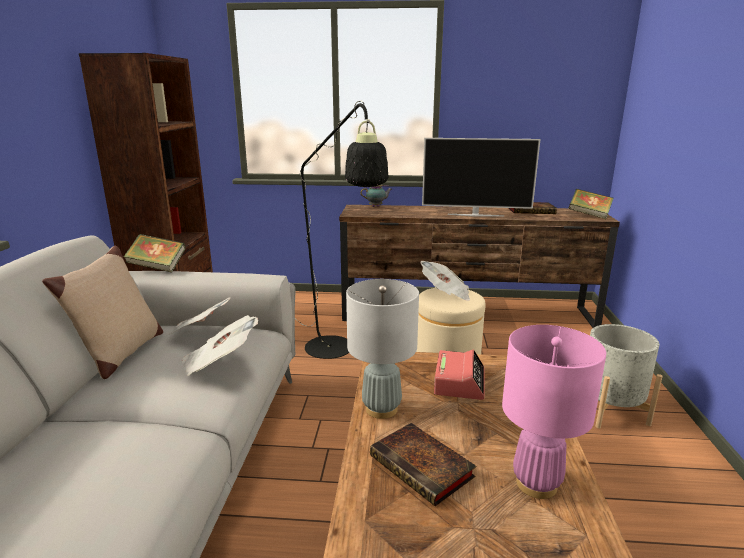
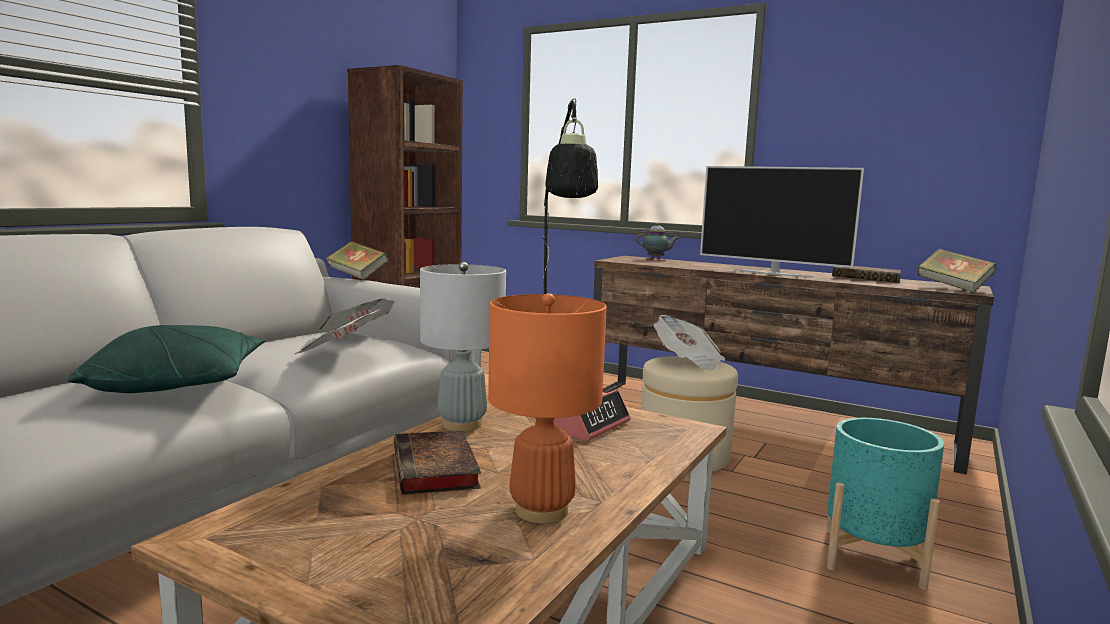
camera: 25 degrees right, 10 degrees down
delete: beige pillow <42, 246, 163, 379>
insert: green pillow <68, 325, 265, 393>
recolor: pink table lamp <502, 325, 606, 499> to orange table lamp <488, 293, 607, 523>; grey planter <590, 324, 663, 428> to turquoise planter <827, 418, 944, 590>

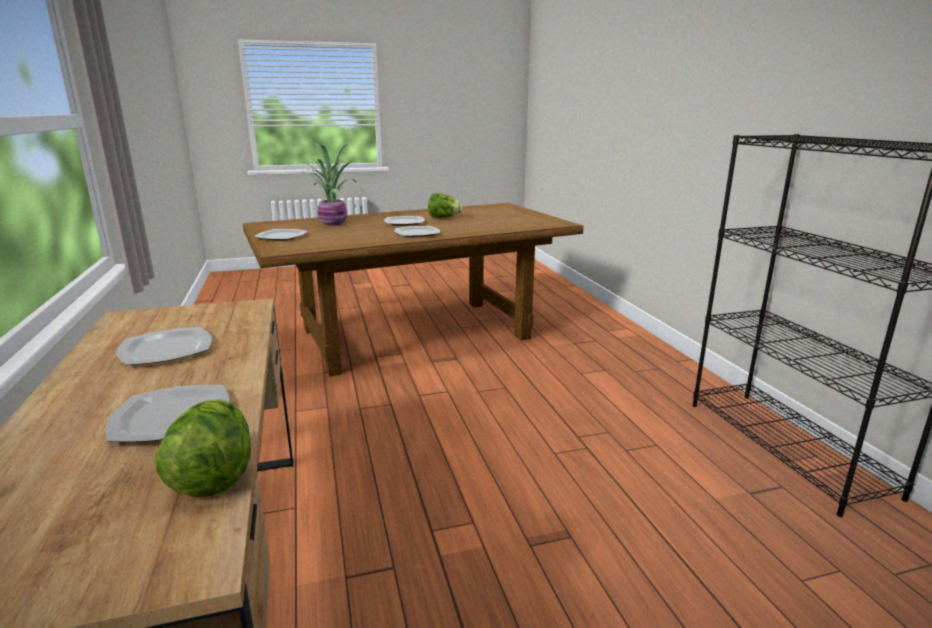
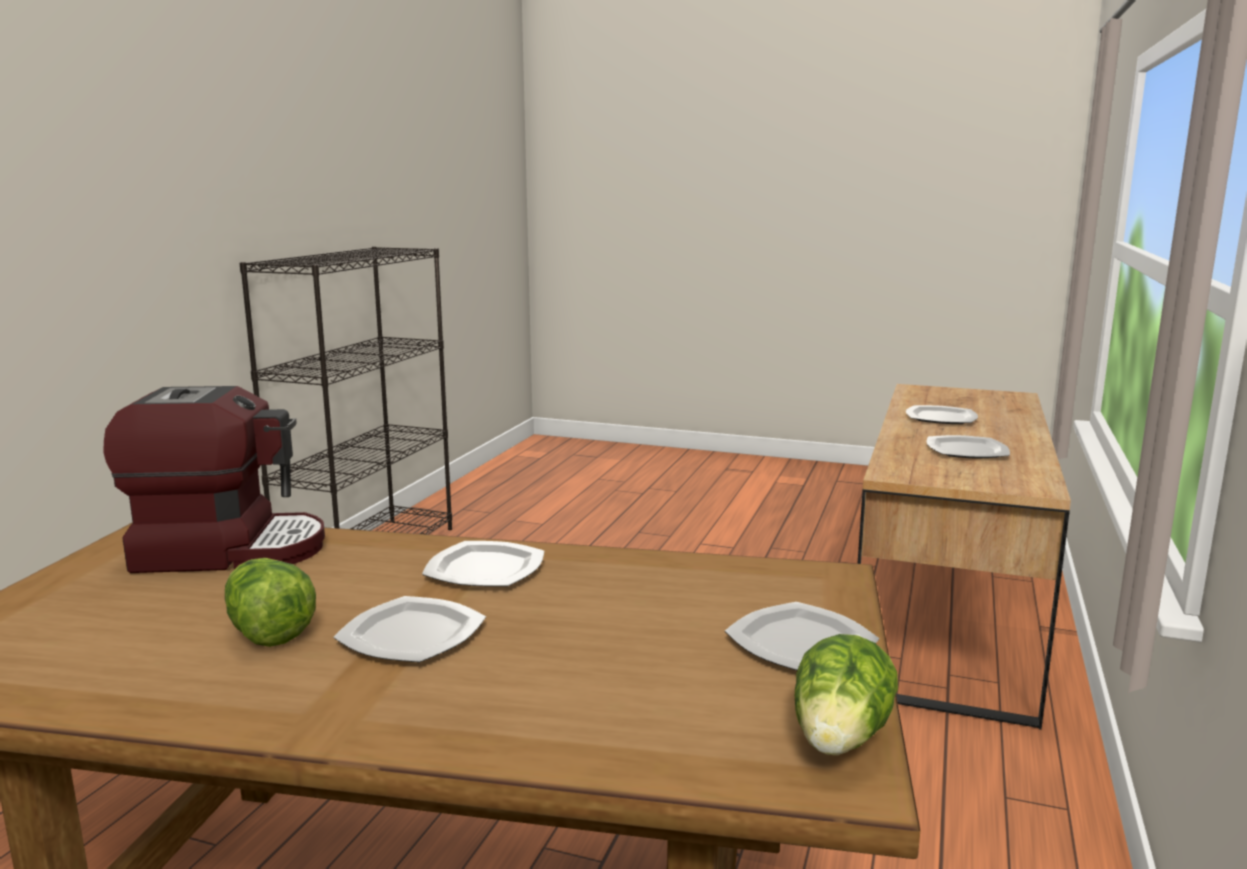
camera: 145 degrees left, 5 degrees down
delete: potted plant <287, 143, 373, 225>
insert: coffee machine <103, 386, 325, 573>
move: lettuce <155, 400, 251, 497> to <795, 634, 898, 755>

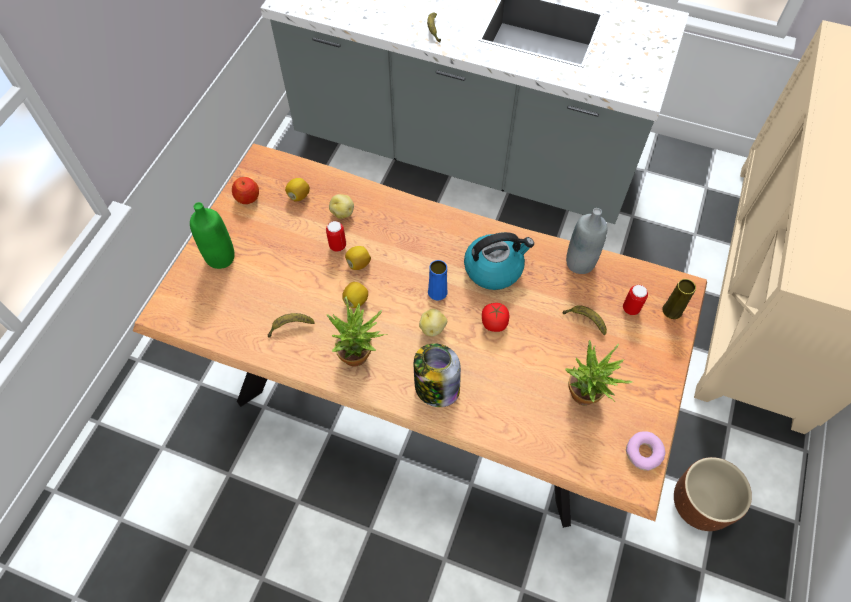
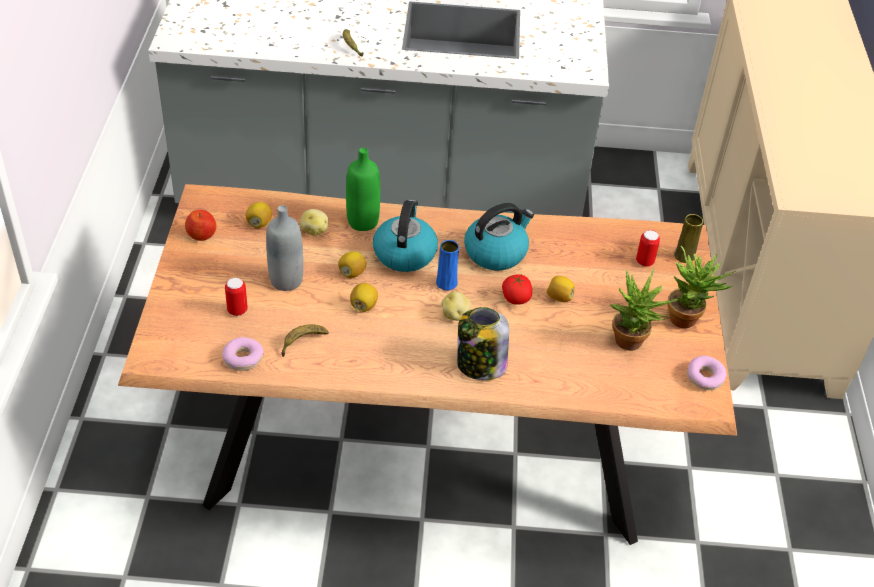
camera: 20 degrees left, 15 degrees down
delete: banana <562, 305, 607, 335>; brown planter <674, 457, 752, 531>
insert: donut <222, 337, 264, 371>; kettle <373, 200, 438, 272>; lemon <547, 276, 575, 302>
move: green bottle <190, 202, 235, 269> to <346, 148, 380, 231>; can <326, 221, 346, 252> to <225, 278, 248, 316>; potted plant <326, 296, 388, 367> to <667, 246, 736, 328>; grey bottle <566, 208, 607, 274> to <266, 205, 303, 291>

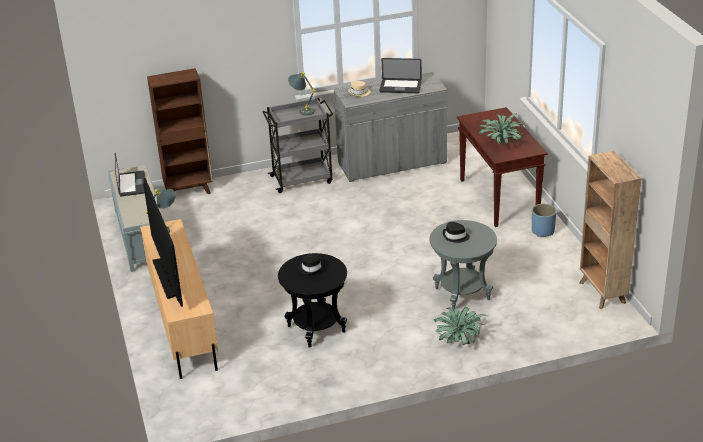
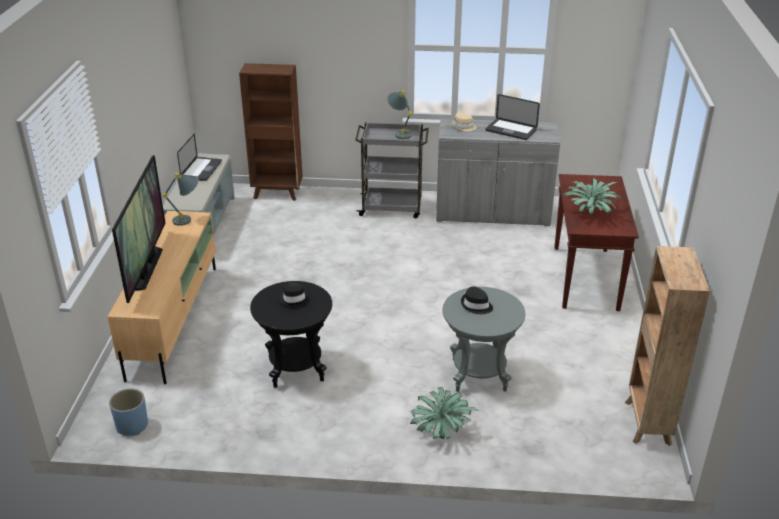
camera: 20 degrees right, 0 degrees up
move: blue planter <532, 204, 557, 237> to <109, 388, 148, 436>

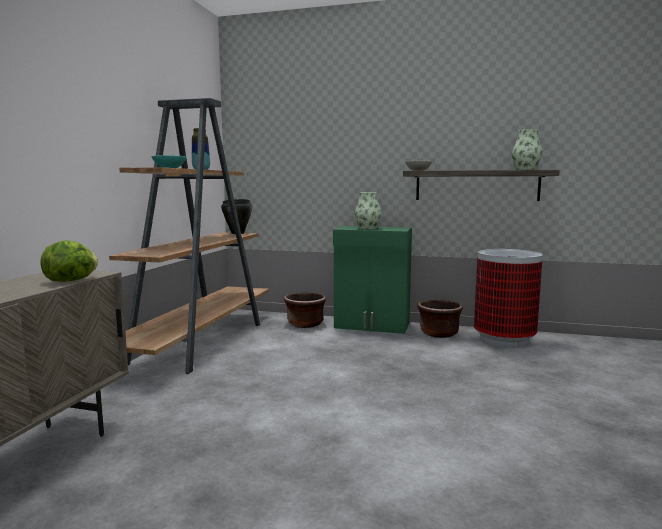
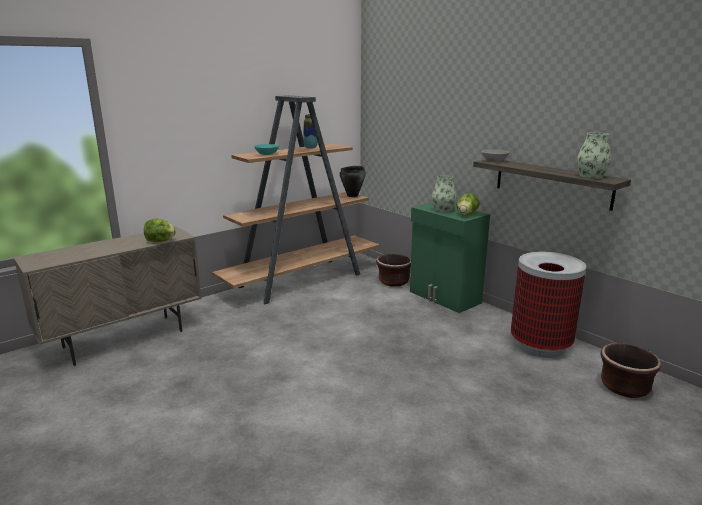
camera: 35 degrees right, 10 degrees up
insert: lettuce <457, 193, 480, 215>
move: brown planter <417, 300, 463, 338> to <600, 343, 661, 398>

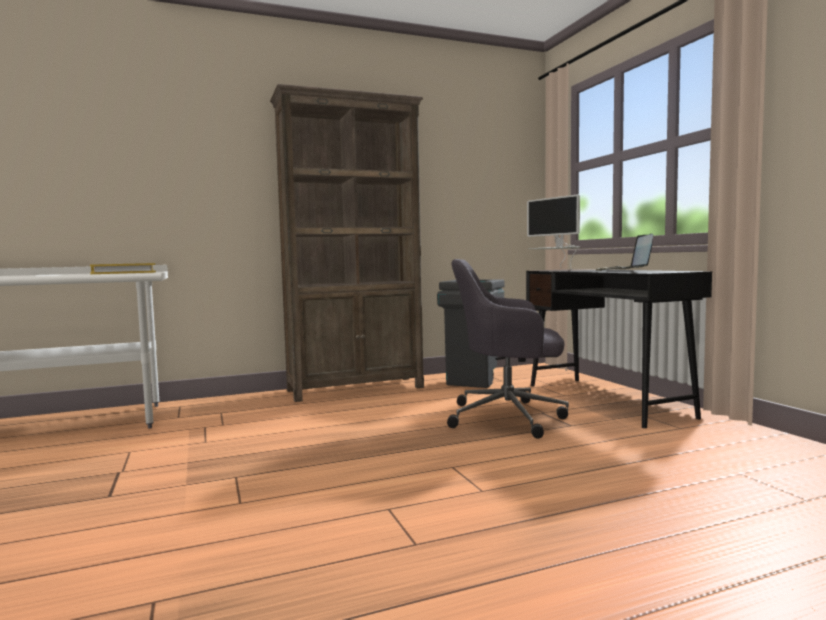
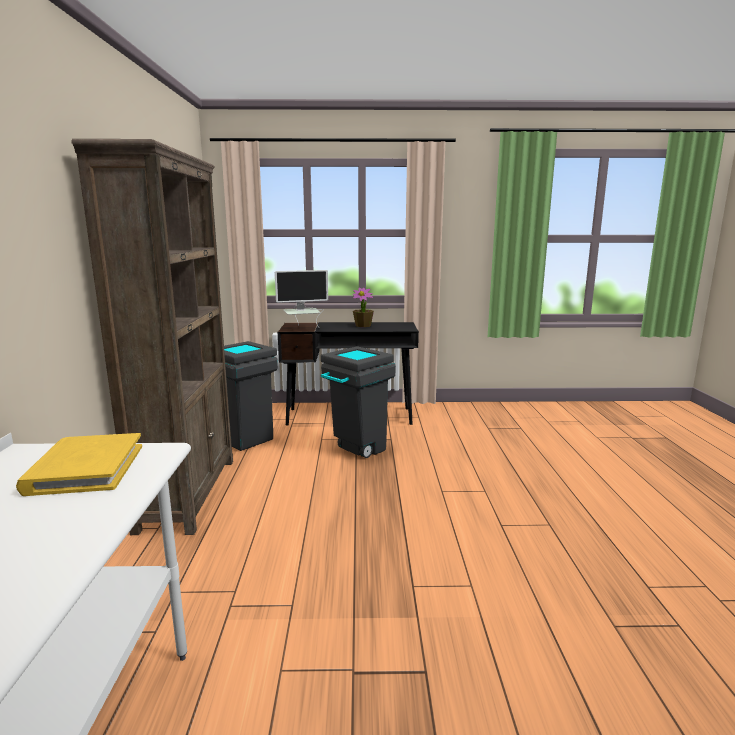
camera: 70 degrees left, 10 degrees up
replace: grey office chair <447, 259, 569, 439> to grey trash can <321, 346, 396, 458>; laptop <595, 234, 653, 271> to potted plant <353, 287, 374, 327>

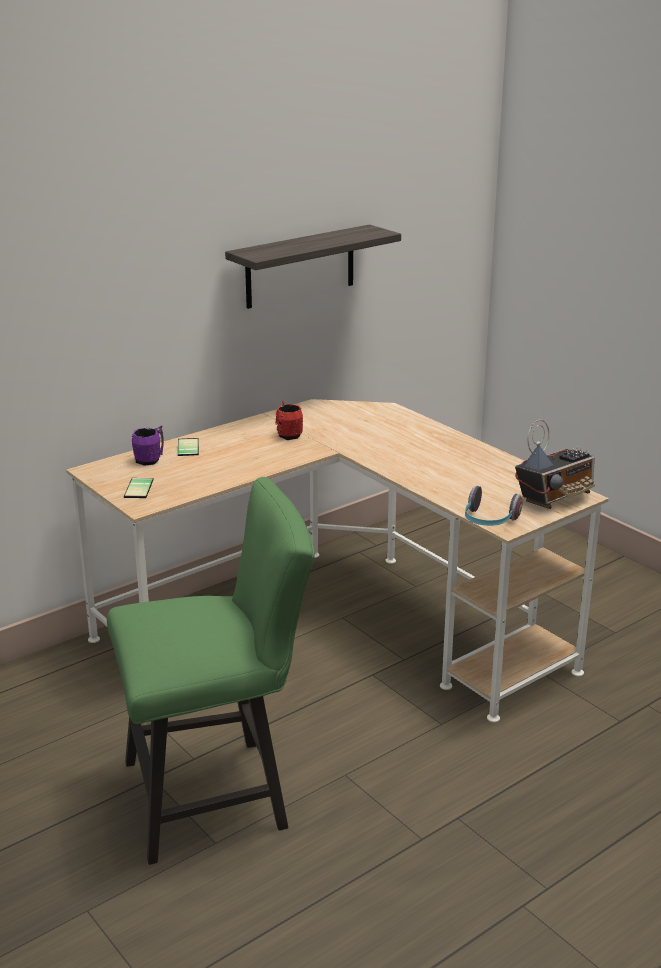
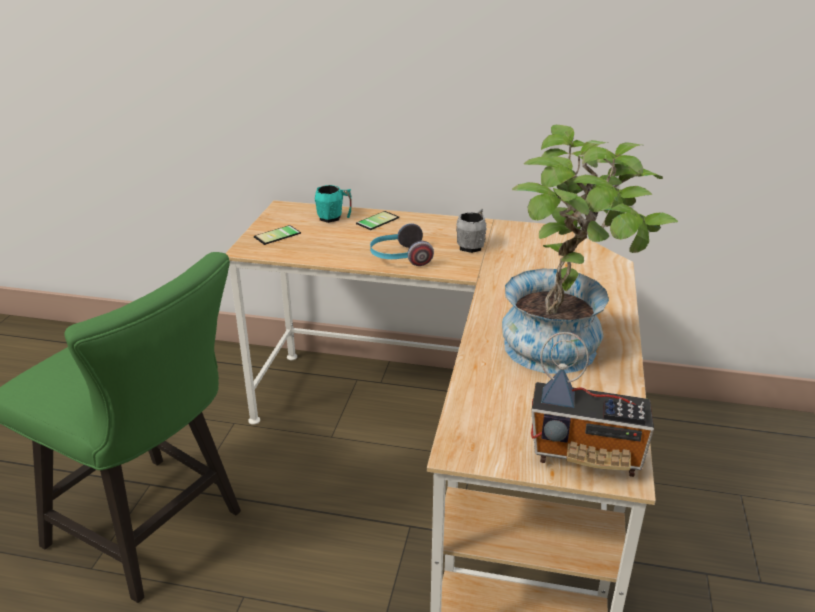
camera: 50 degrees right, 5 degrees up
delete: shelf <225, 225, 401, 309>
insert: potted plant <502, 125, 678, 374>
move: headphones <465, 486, 522, 526> to <370, 223, 434, 266>
recolor: purple mug <132, 425, 164, 466> to turquoise mug <315, 185, 352, 223>; red mug <275, 401, 303, 440> to grey mug <456, 209, 487, 253>

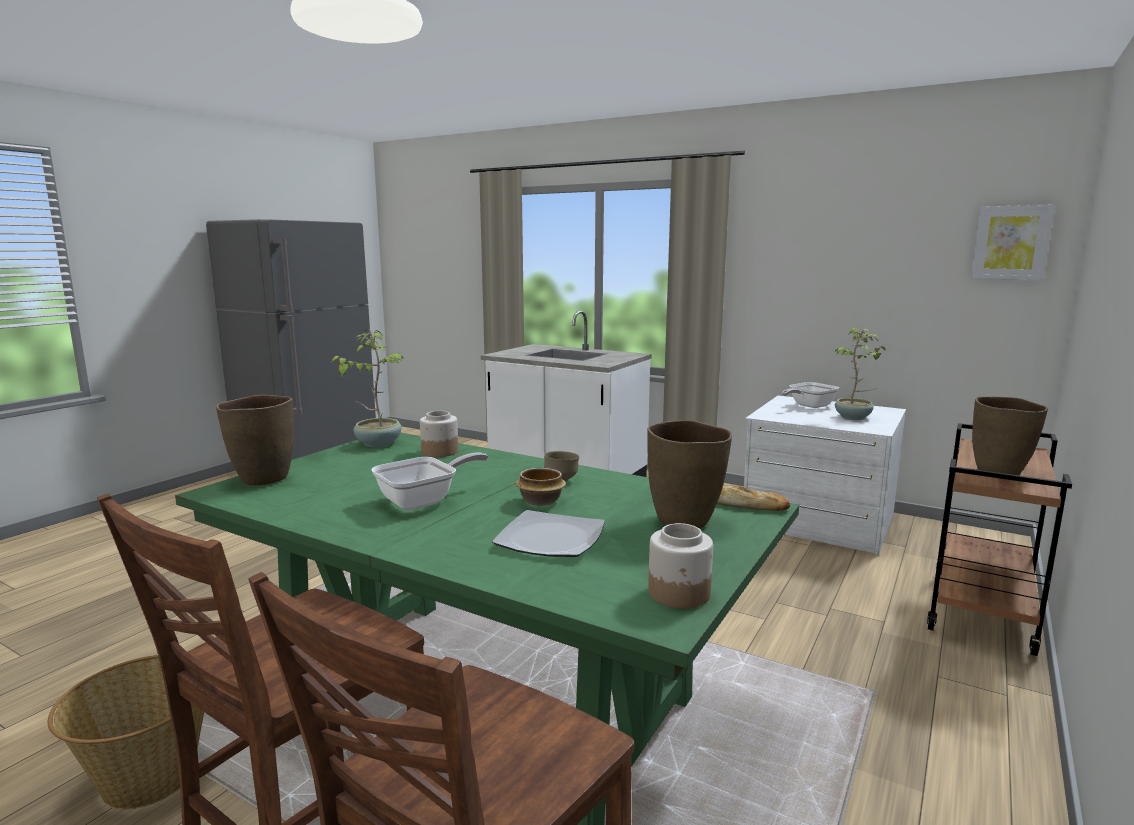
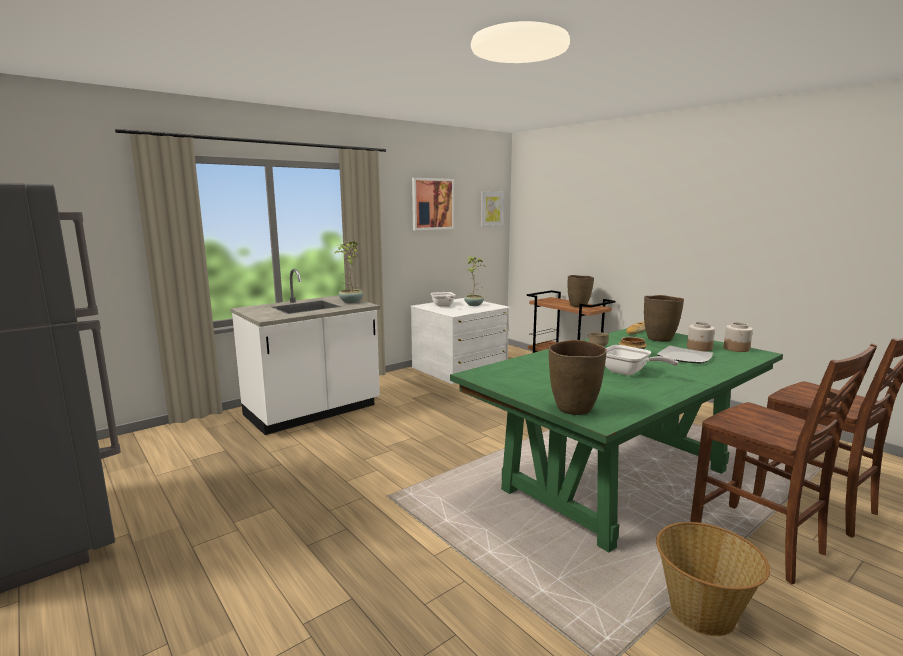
camera: 70 degrees left, 0 degrees up
insert: picture <412, 178, 454, 230>
move: potted plant <331, 329, 404, 447> to <335, 241, 363, 303>; jar <420, 411, 458, 457> to <687, 322, 715, 352>
rotate: frying pan <371, 452, 488, 510> = <605, 345, 678, 376> 150 degrees clockwise

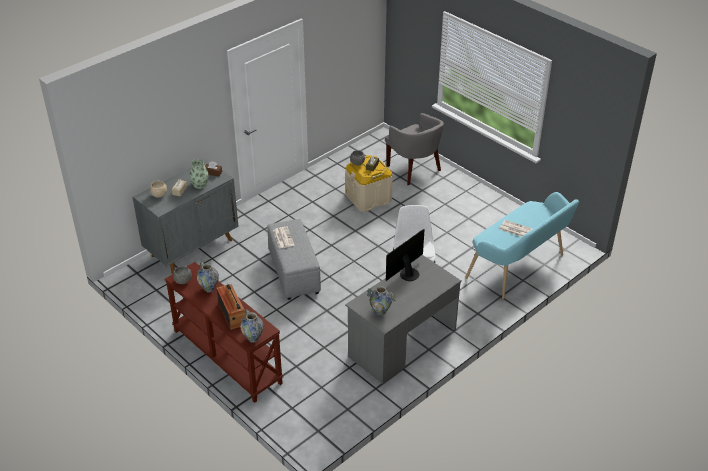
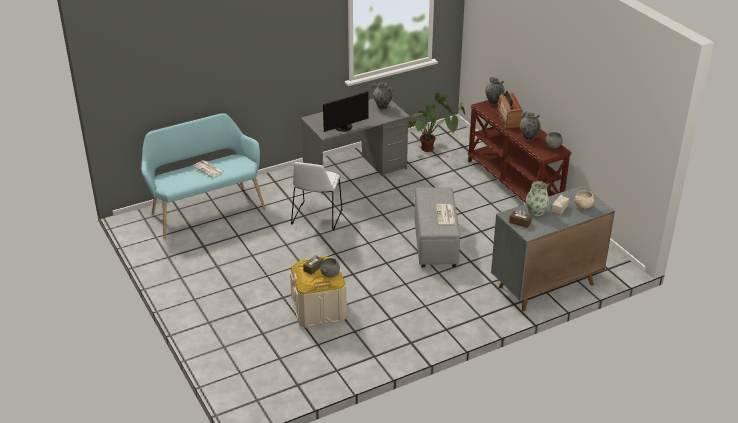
camera: 165 degrees left, 5 degrees down
delete: grey armchair <385, 113, 444, 185>
insert: potted plant <408, 93, 466, 152>

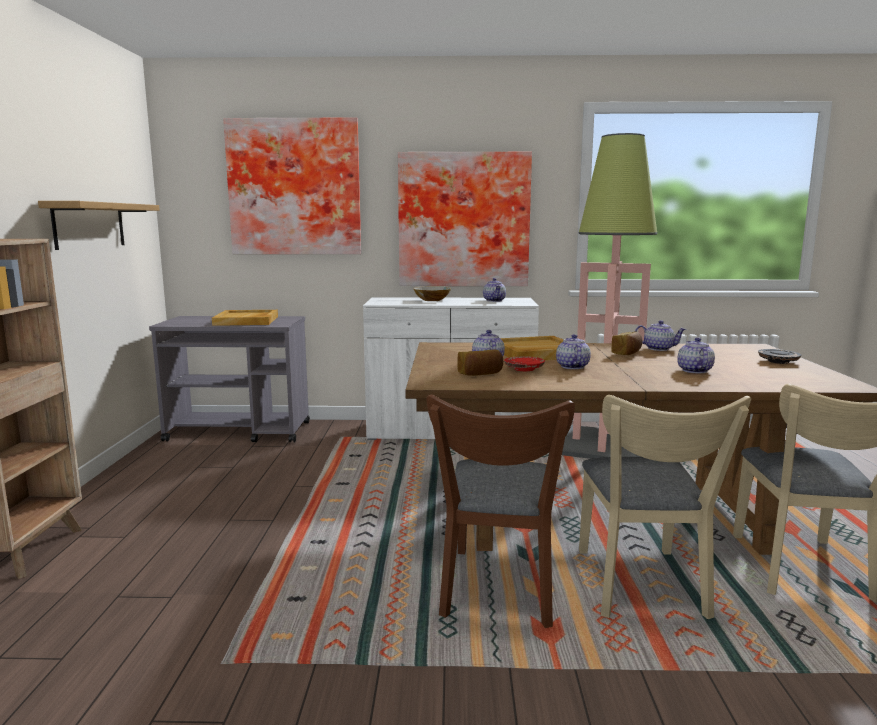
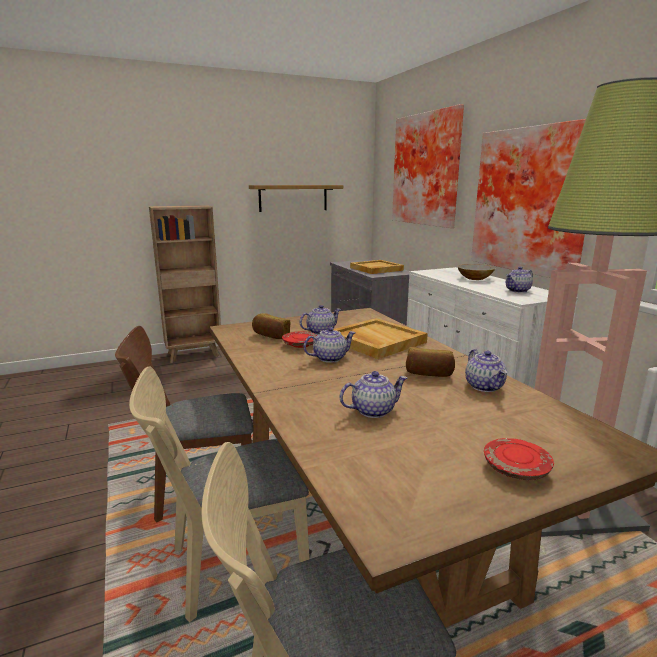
camera: 65 degrees right, 5 degrees up
recolor: black plate <758, 349, 801, 364> to red plate <484, 438, 554, 480>

